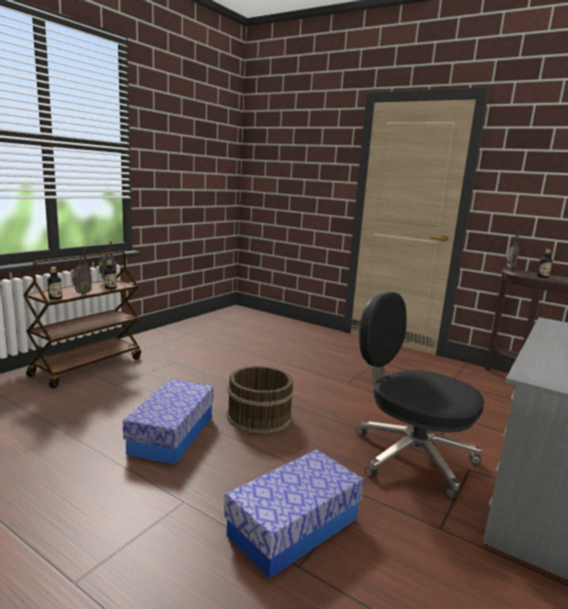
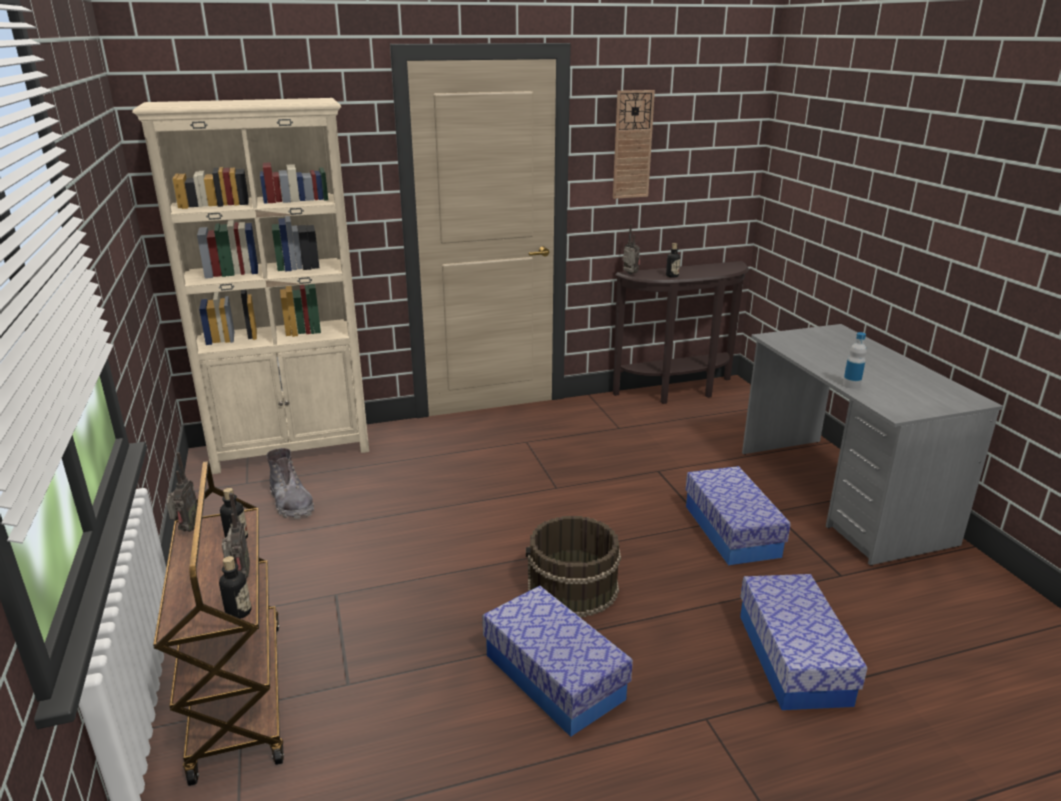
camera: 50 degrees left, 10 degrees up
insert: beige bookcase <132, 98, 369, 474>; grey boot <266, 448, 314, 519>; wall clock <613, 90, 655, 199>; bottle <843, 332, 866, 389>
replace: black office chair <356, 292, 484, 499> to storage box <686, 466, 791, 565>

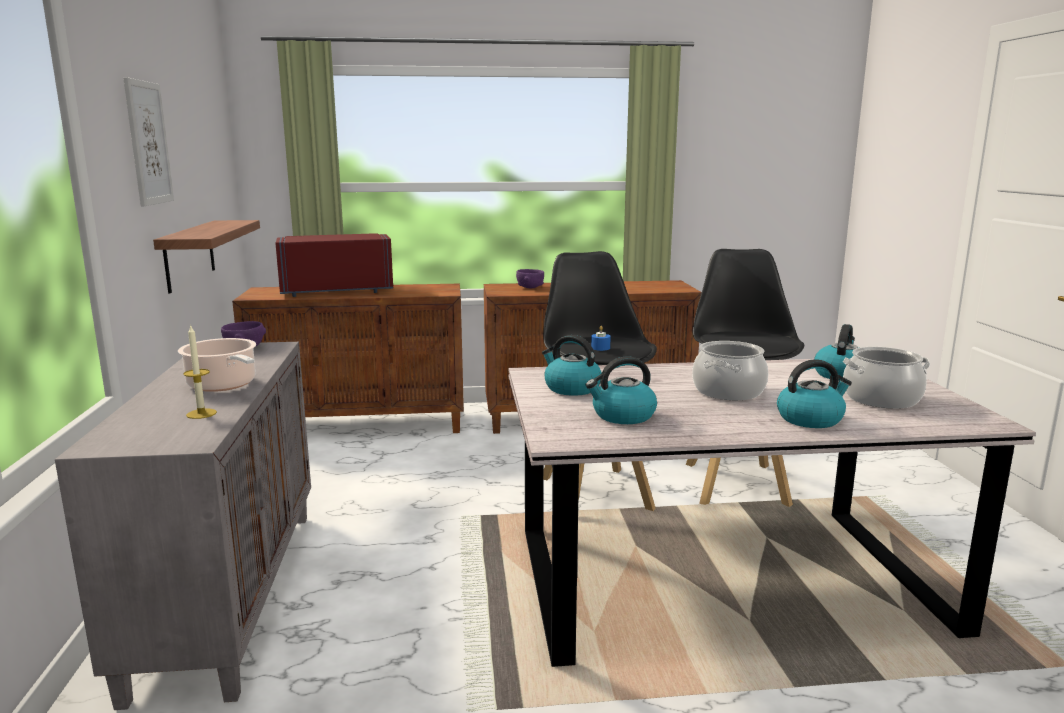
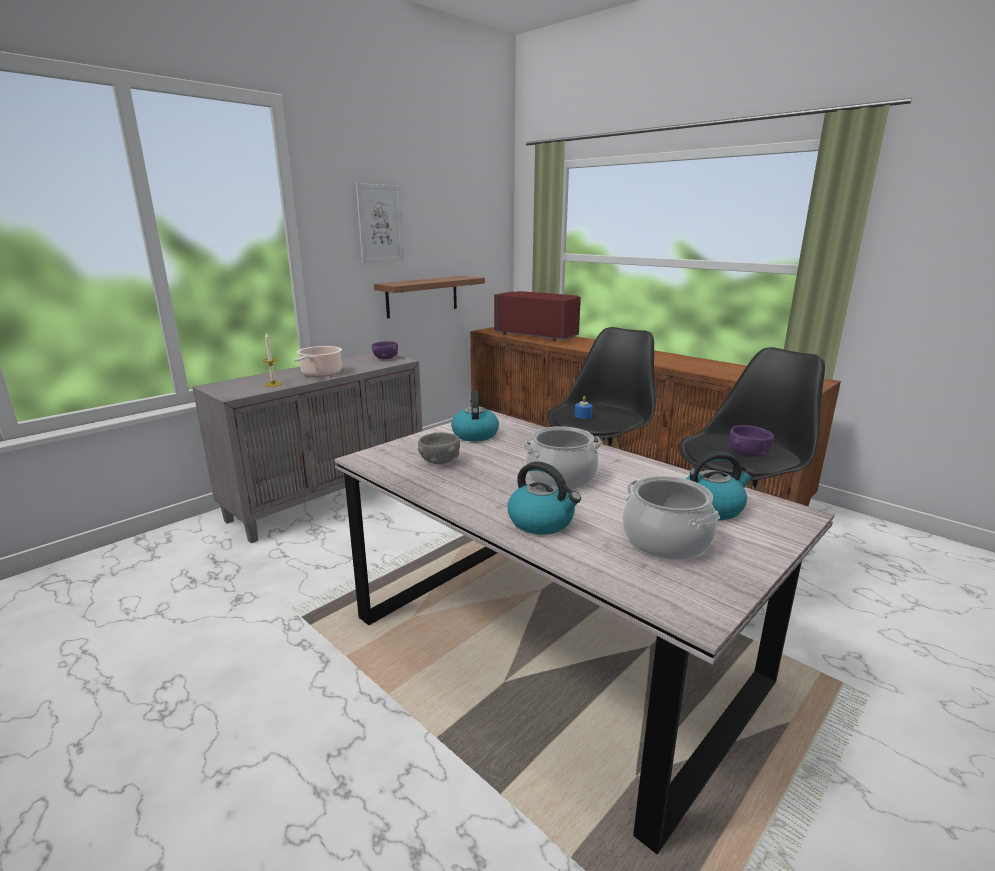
camera: 50 degrees right, 5 degrees up
move: purple bowl <516, 269, 544, 288> to <729, 425, 774, 457>
replace: kettle <586, 357, 657, 424> to grey bowl <418, 432, 460, 464>

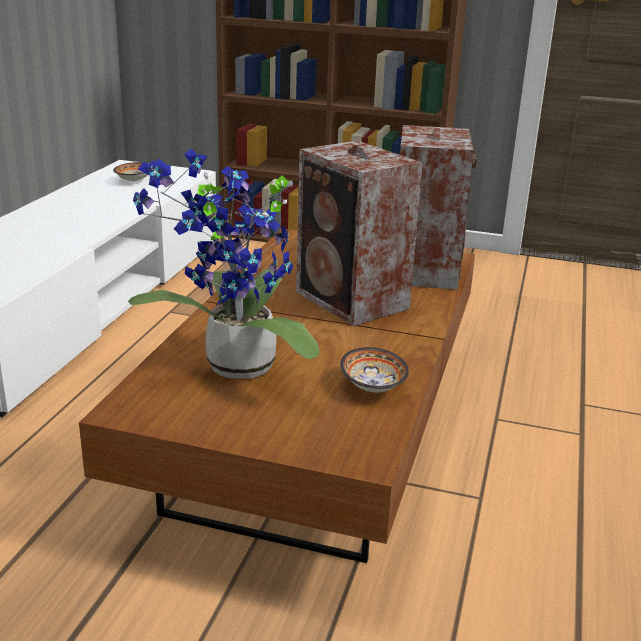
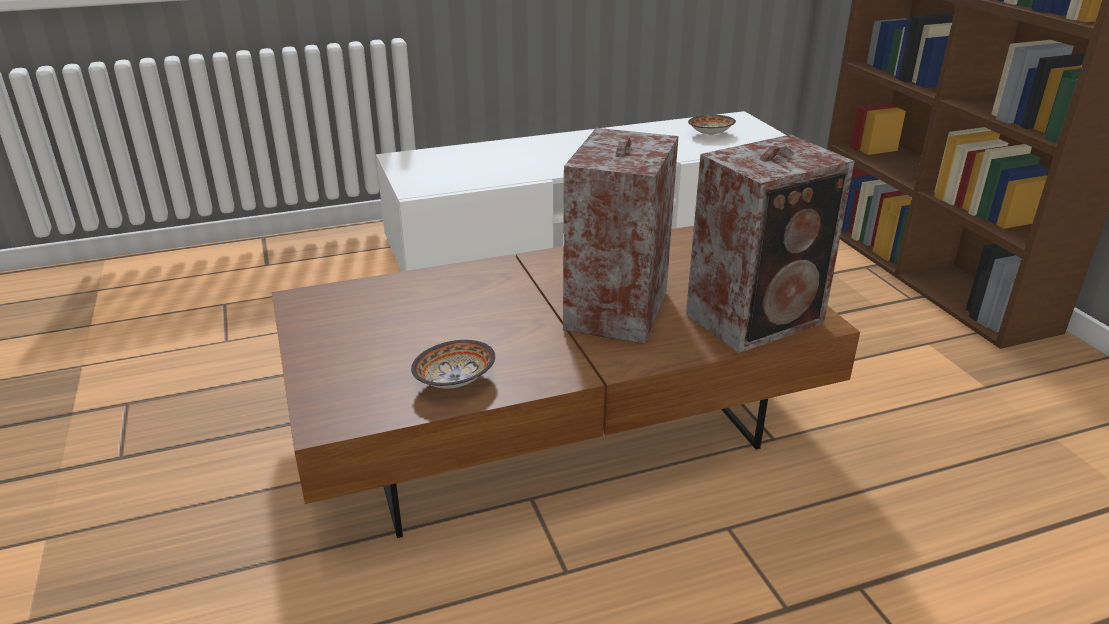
camera: 55 degrees right, 5 degrees up
delete: potted plant <128, 148, 320, 379>

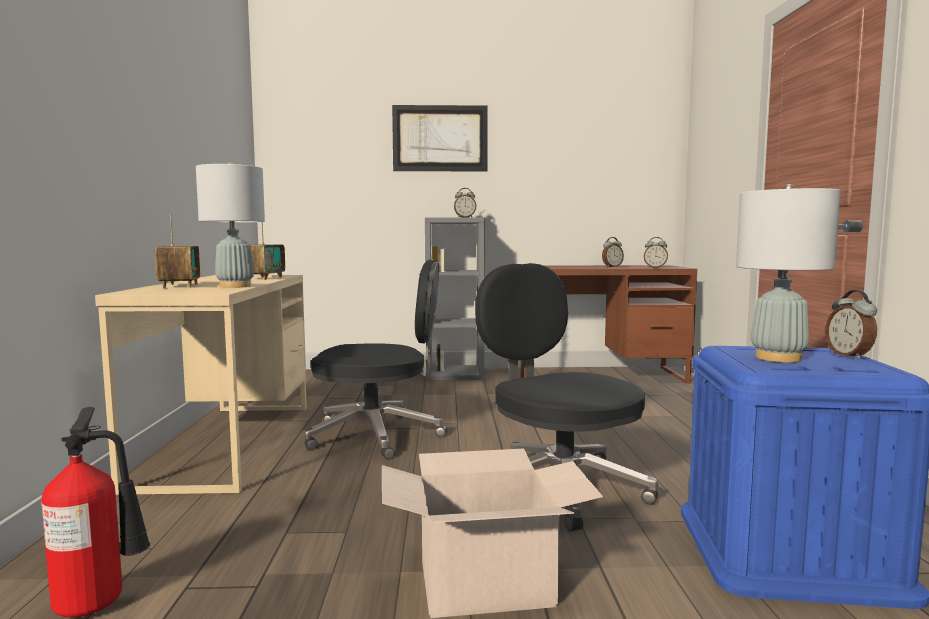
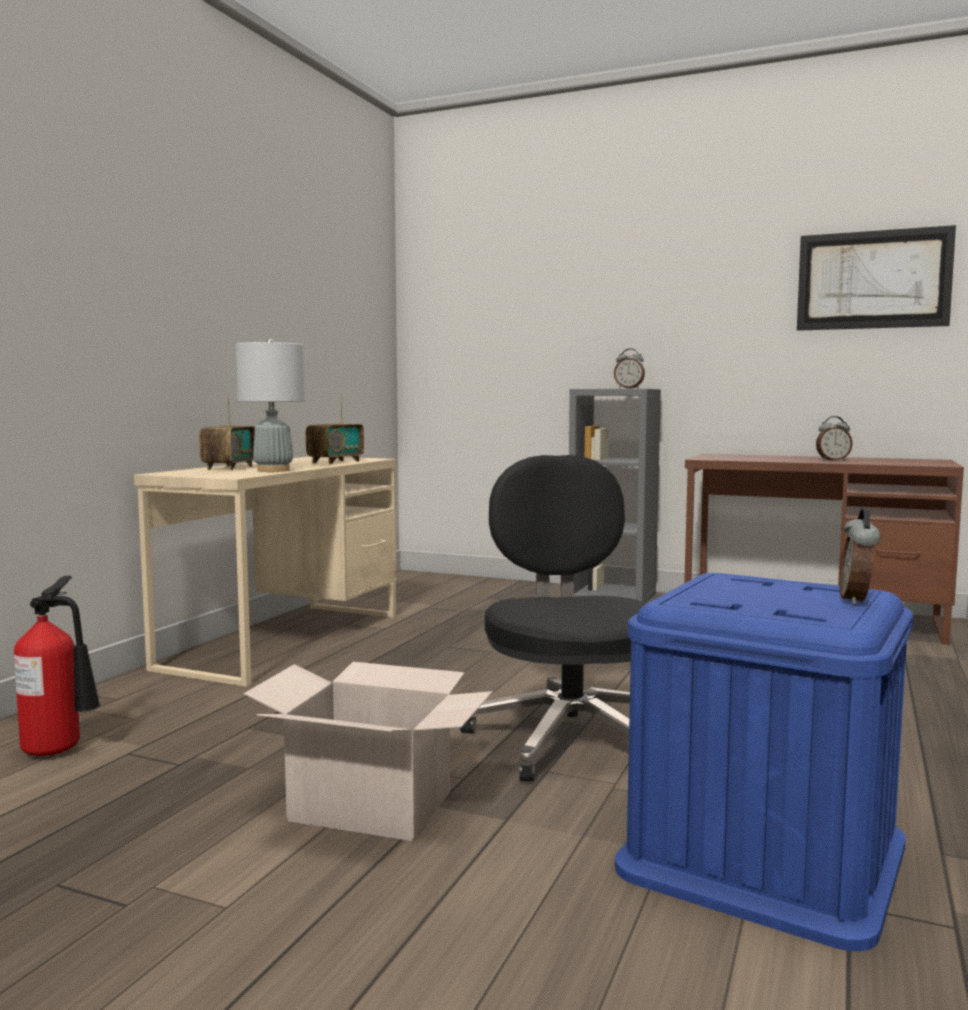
camera: 25 degrees right, 0 degrees up
delete: black office chair <304, 260, 447, 460>; alarm clock <644, 237, 668, 268>; grey table lamp <736, 184, 841, 363>
move: picture <392, 105, 488, 171> to <797, 225, 956, 331>

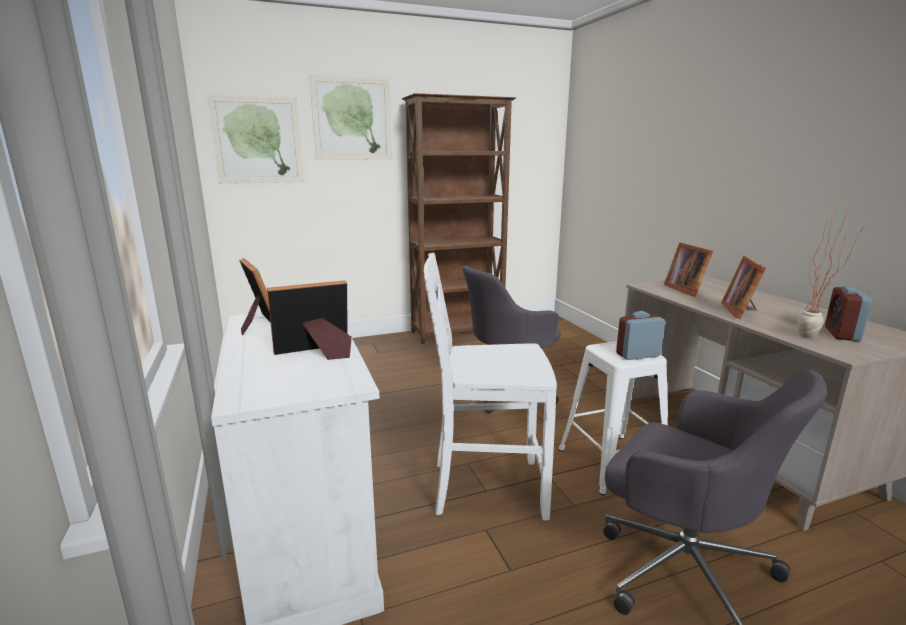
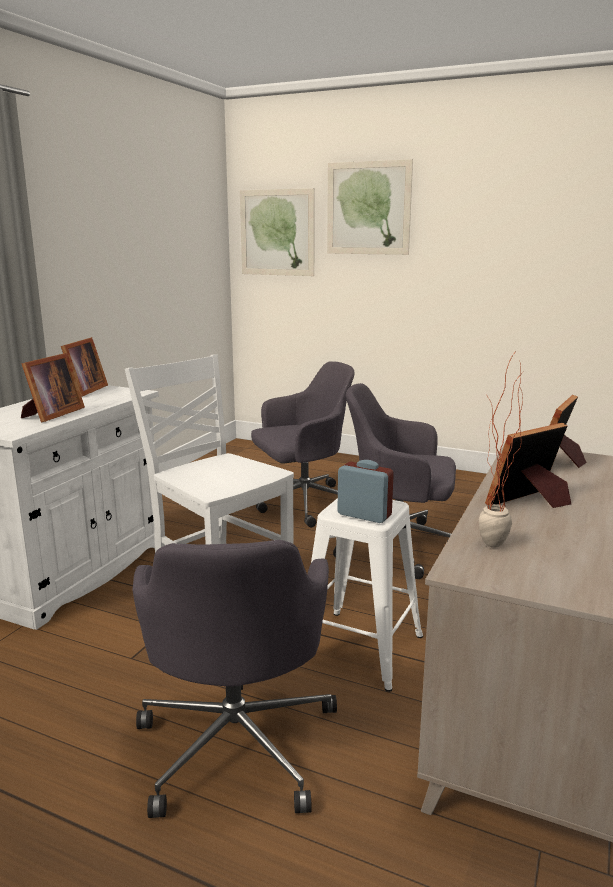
camera: 45 degrees right, 0 degrees up
delete: brown bookcase <402, 93, 516, 344>; alarm clock <825, 286, 872, 341>
insert: grey office chair <251, 361, 355, 528>
rotate: picture frame <267, 280, 352, 360> = <21, 353, 85, 422> 90 degrees clockwise

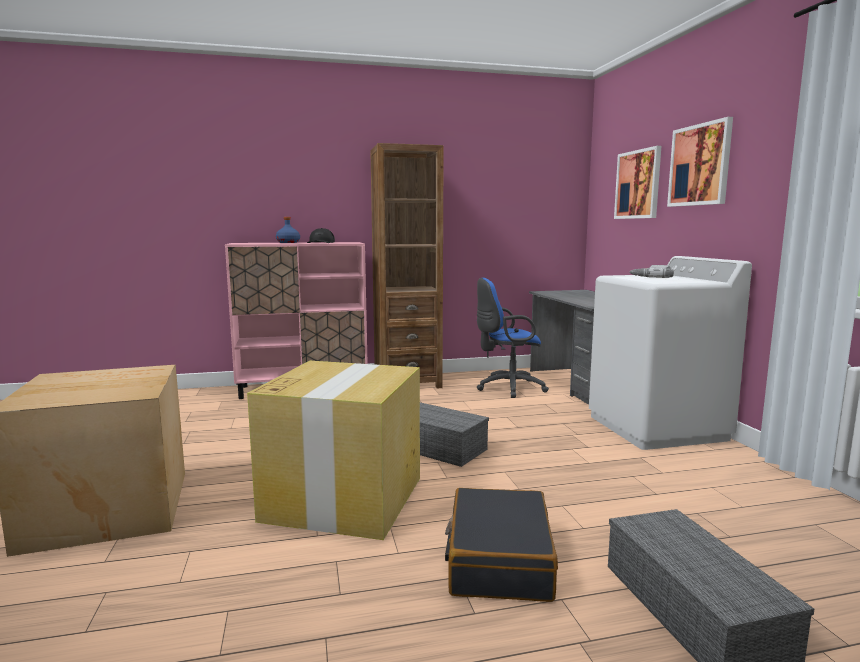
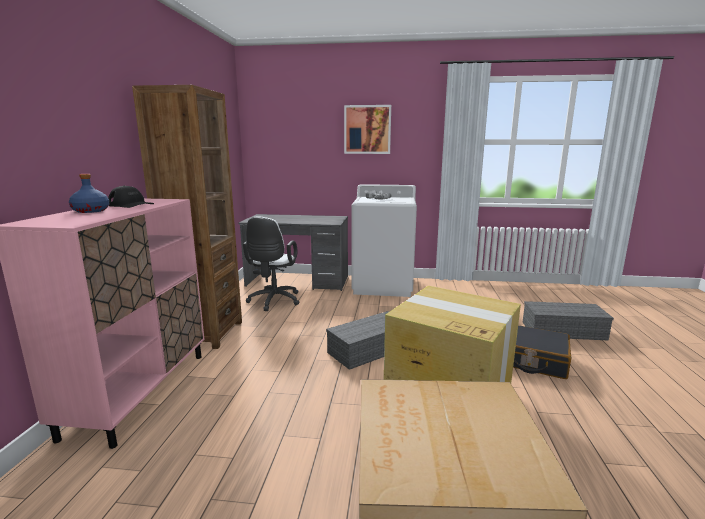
camera: 70 degrees left, 5 degrees up
delete: picture <614, 146, 661, 219>
recolor: blue office chair <477, 278, 549, 398> to white office chair <243, 216, 300, 311>

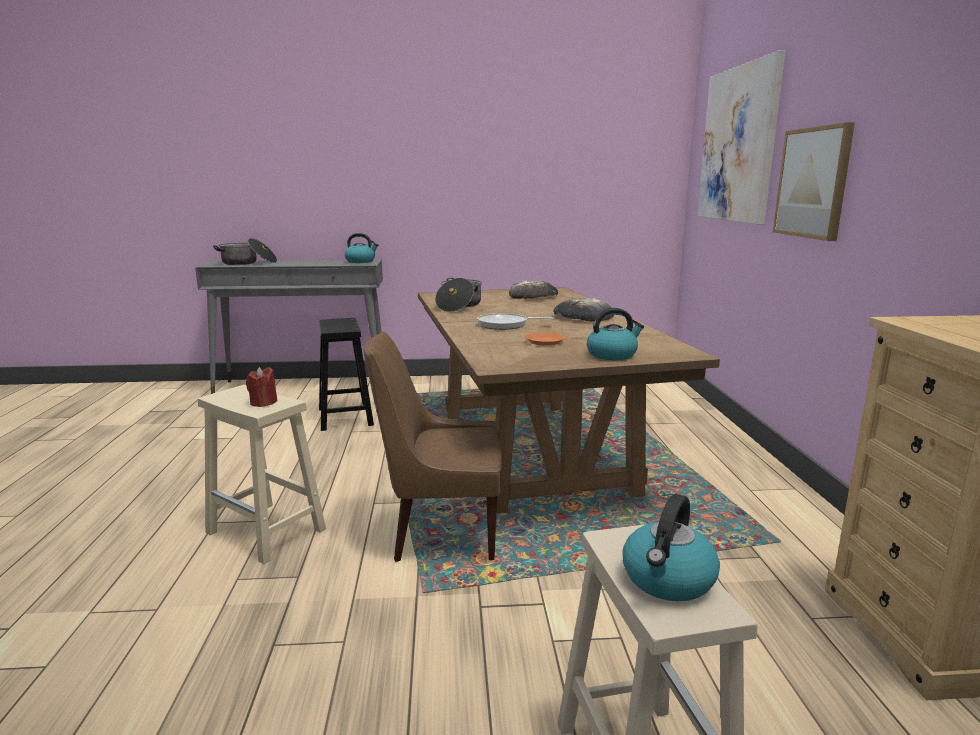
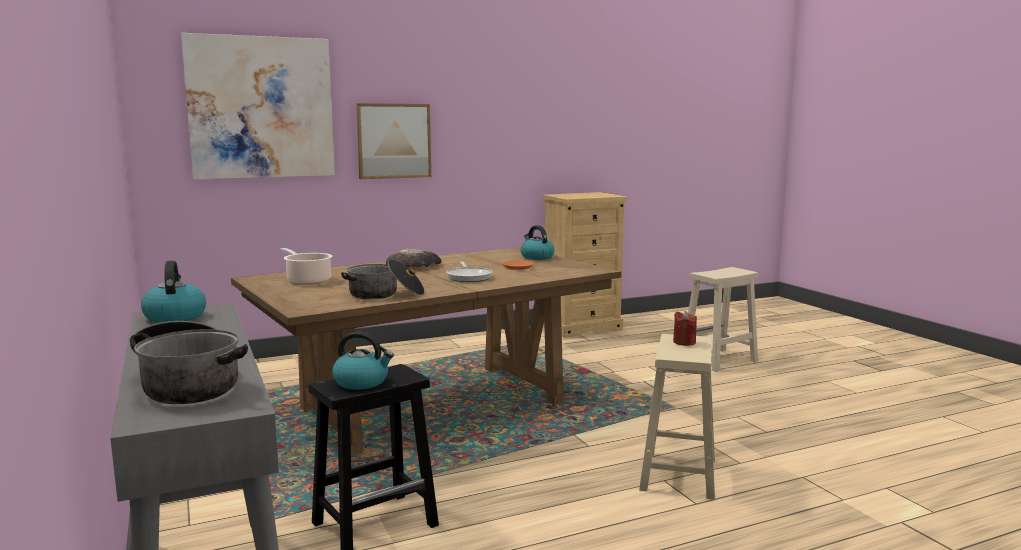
camera: 110 degrees left, 5 degrees down
delete: brown chair <364, 332, 502, 562>
move: kettle <622, 494, 720, 601> to <332, 332, 394, 390>
replace: bread <509, 280, 559, 299> to cooking pot <280, 248, 332, 285>

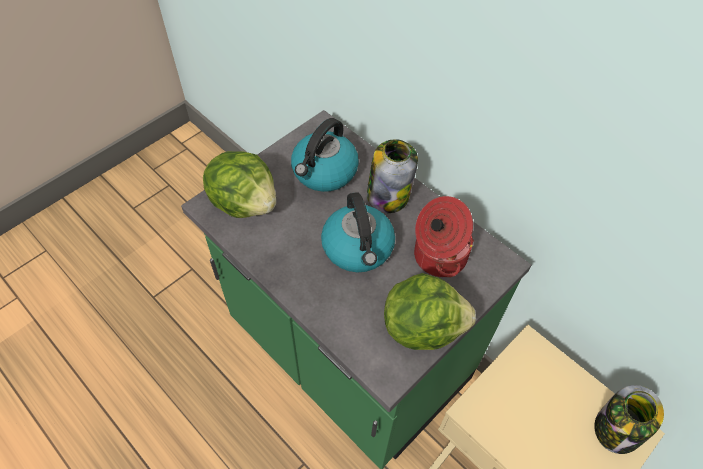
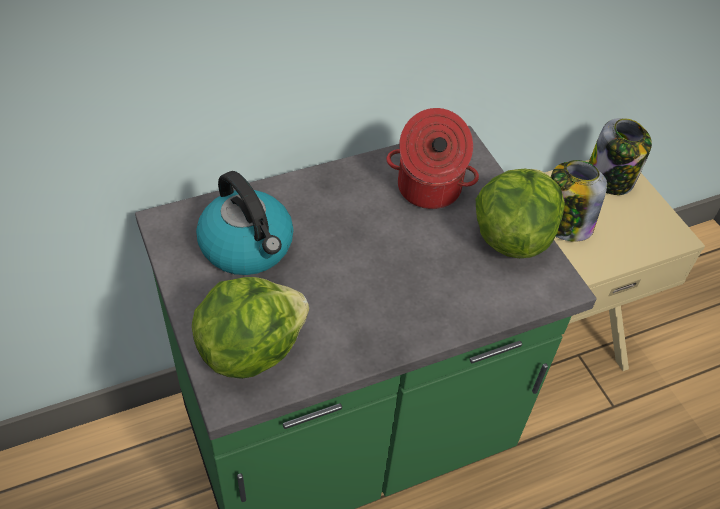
camera: 70 degrees left, 5 degrees down
delete: kettle <321, 192, 395, 272>
move: jar <367, 139, 418, 213> to <551, 160, 607, 242>

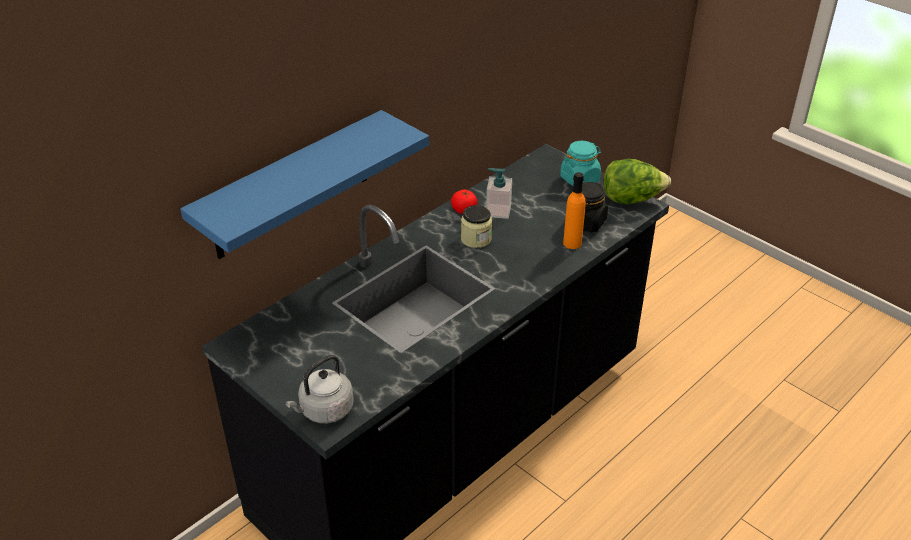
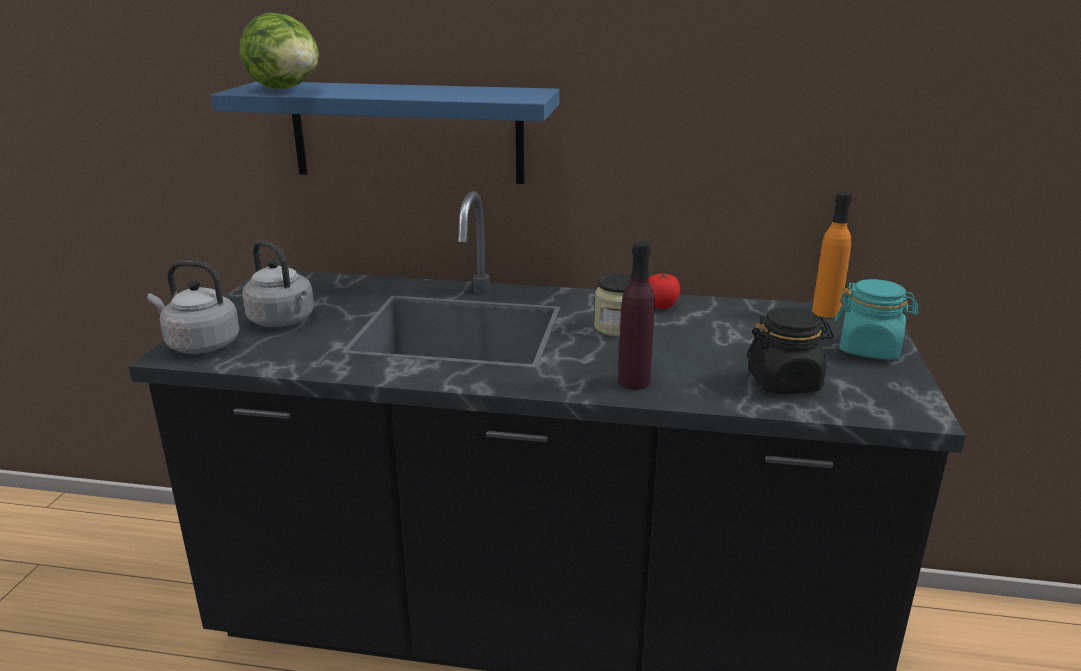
camera: 55 degrees right, 15 degrees down
delete: soap dispenser <486, 168, 512, 219>
insert: grey kettle <242, 240, 314, 327>; purple bottle <618, 241, 655, 390>
move: orange bottle <563, 172, 586, 249> to <812, 192, 852, 318>; lettuce <604, 159, 671, 204> to <240, 13, 319, 89>

